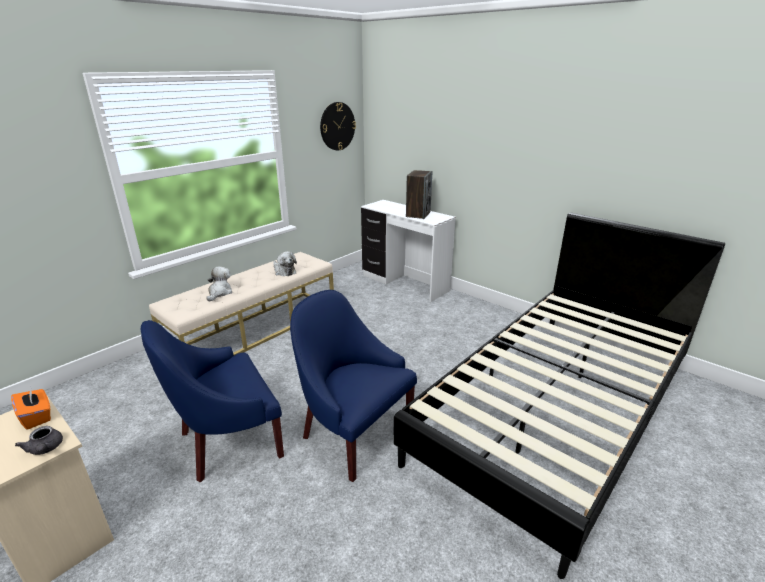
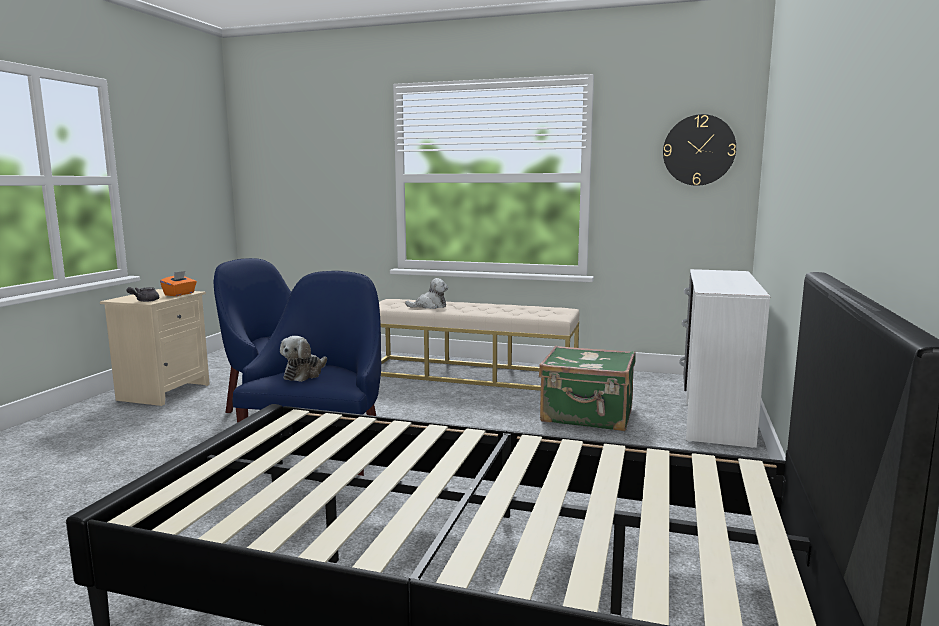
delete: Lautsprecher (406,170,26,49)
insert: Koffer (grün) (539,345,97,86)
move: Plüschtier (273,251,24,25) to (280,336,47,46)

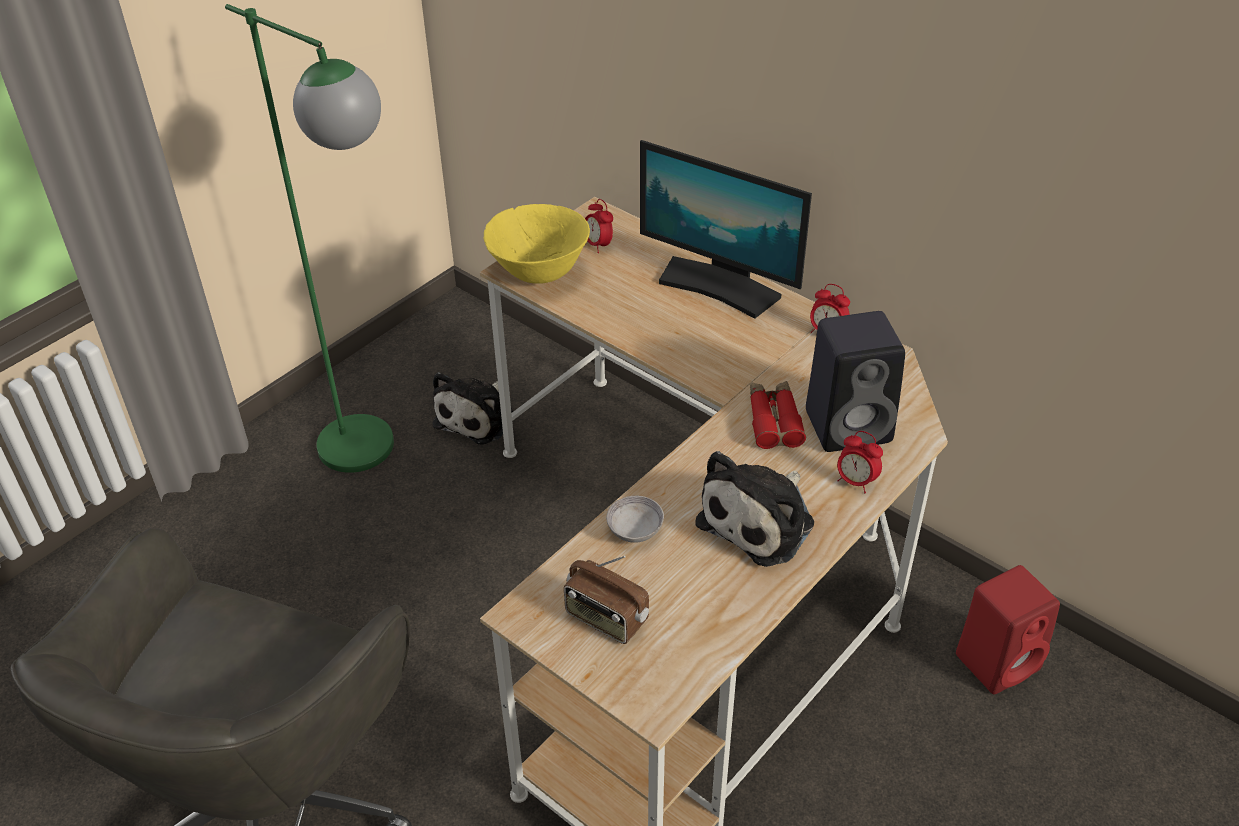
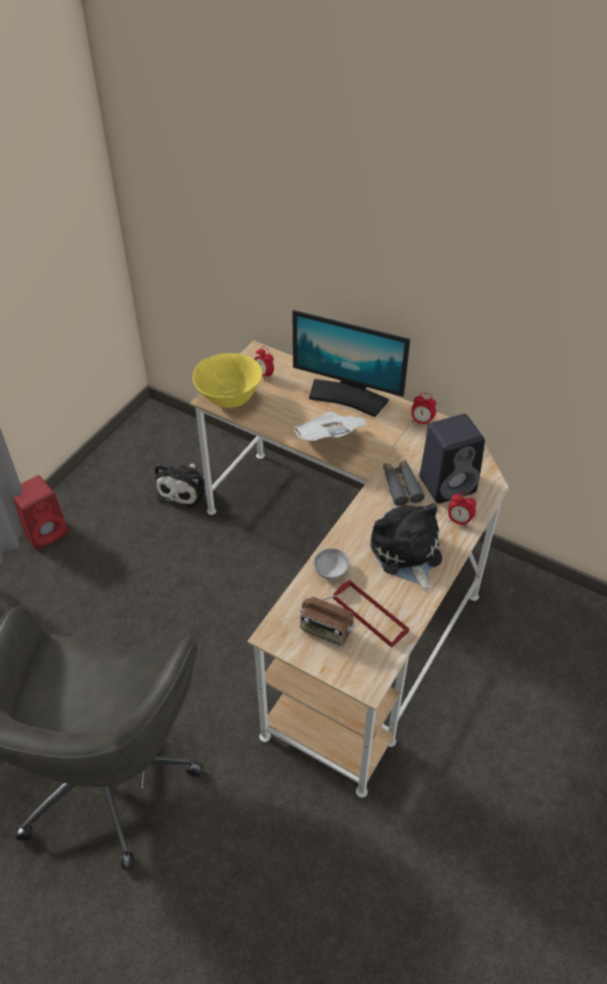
delete: Stehlampe (grün) (225,4,169,469)
insert: Zeitung (293,412,73,29); Tablett (rot) (333,580,76,68)
move: Lautsprecher (rot) (956,565,104,129) to (13,475,56,75)
recolor: Fernglas (rot) (750,381,56,68) to Fernglas (grau) (383,460,42,46)
rotate: Plüschtier (695,451,119,116) = (370,503,72,89) 135 degrees clockwise

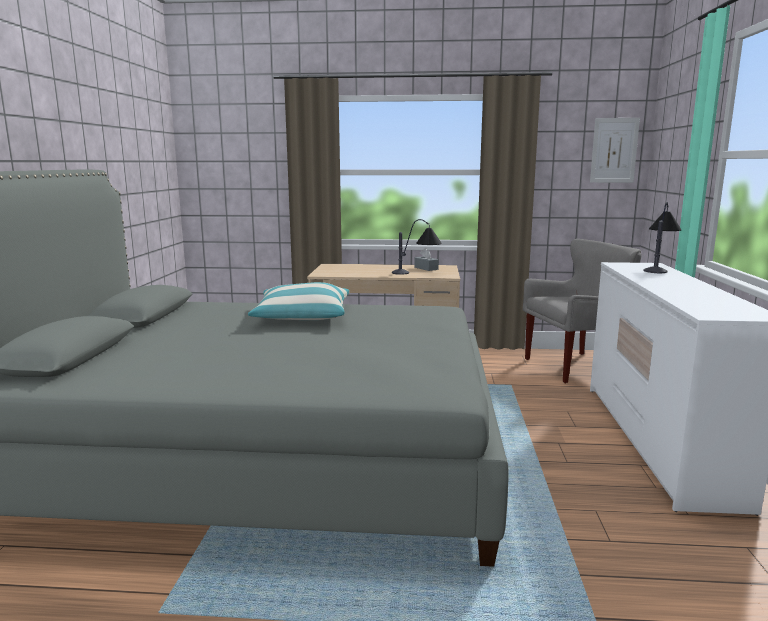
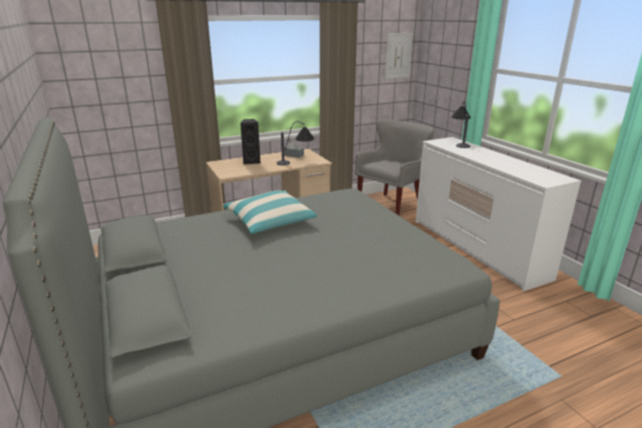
insert: Lautsprecher (schwarz) (240,119,20,46)

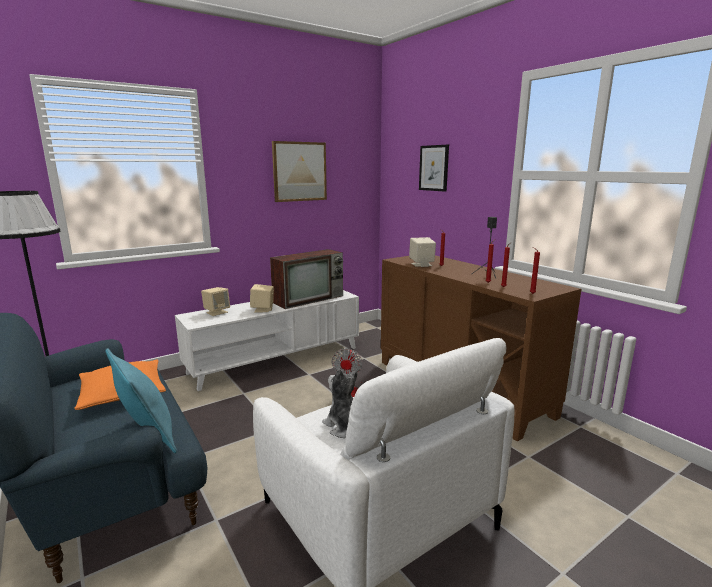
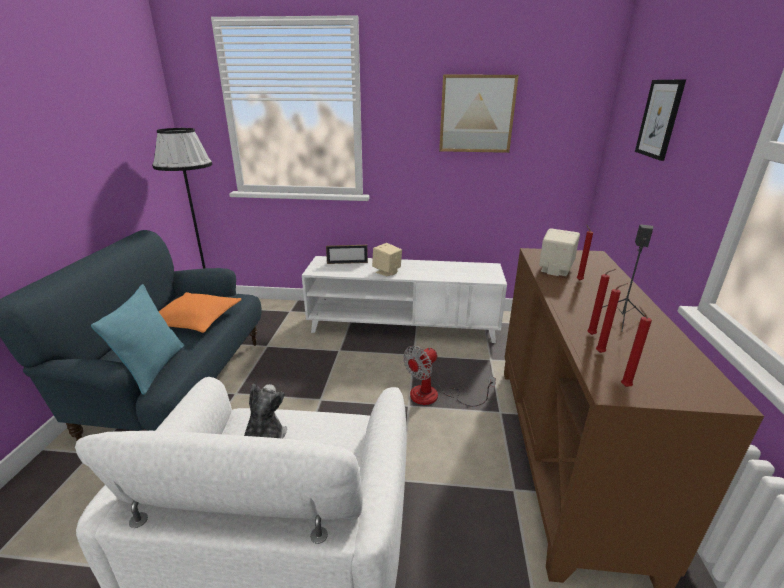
delete: Fernseher (270,249,73,60)
replace: Lautsprecher (beige) (201,287,29,29) to Bilderrahmen (326,245,42,19)

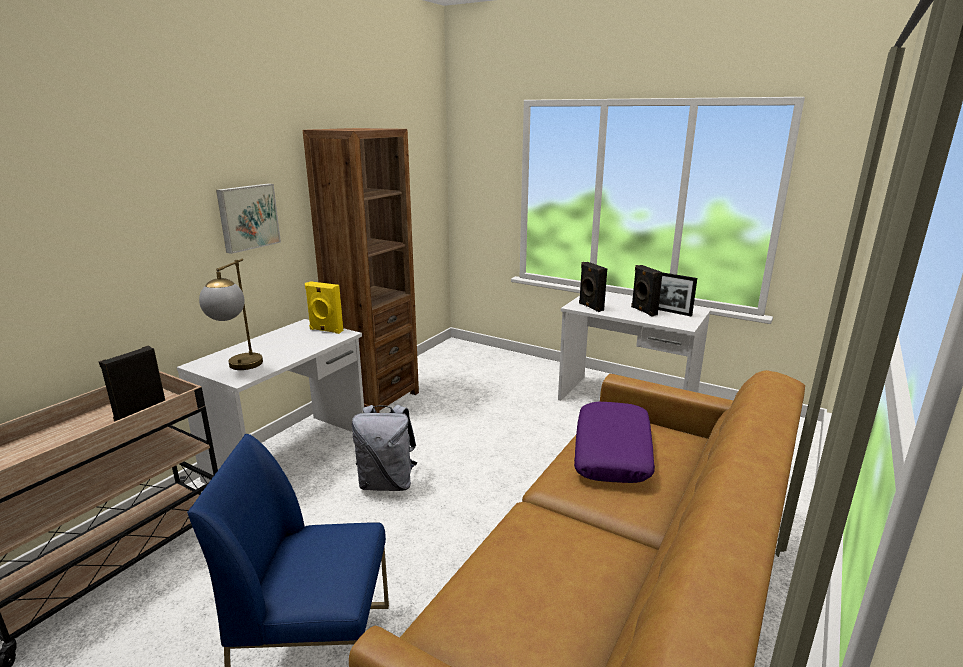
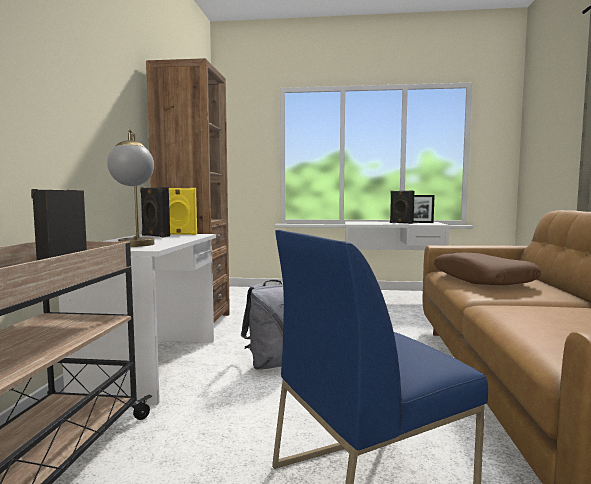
delete: Bild (216,183,65,71)
move: Lautsprecher (schwarz) (579,262,28,50) to (140,187,30,50)
recolor: Kissen (lila) (574,402,81,81) to Kissen (braun) (434,253,107,32)

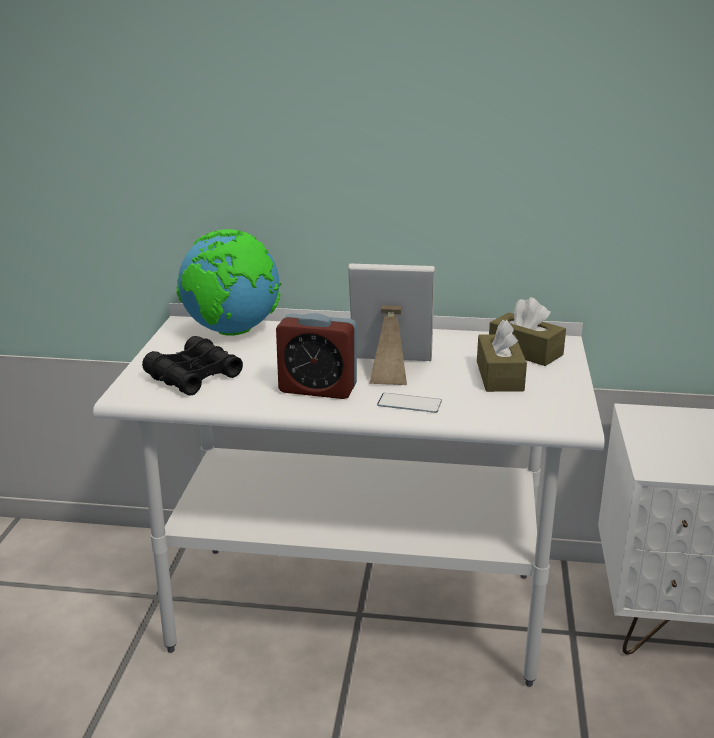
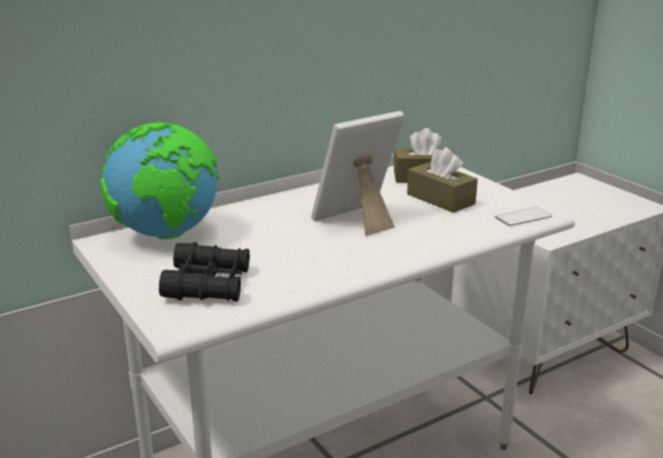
delete: Wecker (276,313,81,86)
move: Handy (377,393,65,20) to (495,207,57,19)

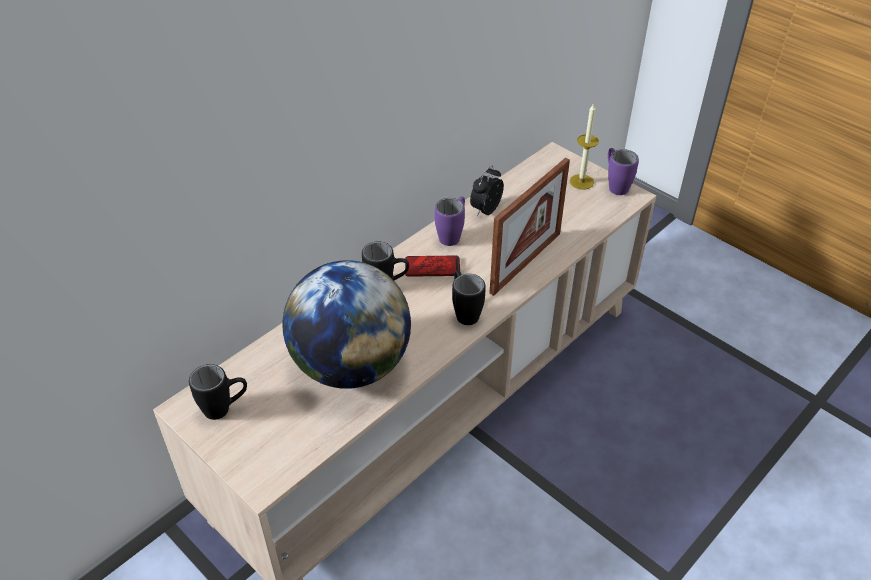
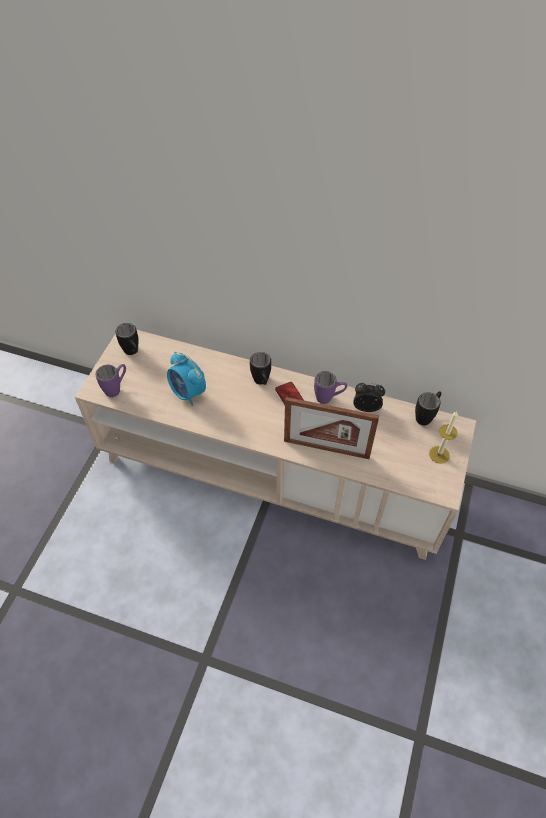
move: Henkelbecher (lila) (608,148,31,47) to (96,364,30,33); Henkelbecher (schwarz) (452,270,34,55) to (415,391,27,35)
replace: Globus (282,260,129,129) to Wecker (167,352,39,54)

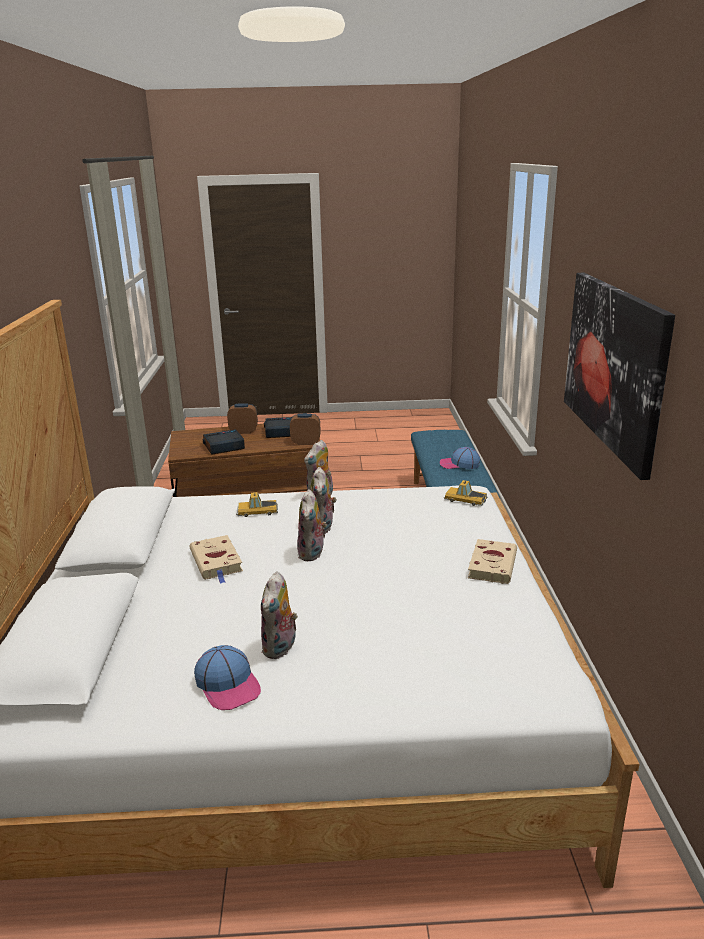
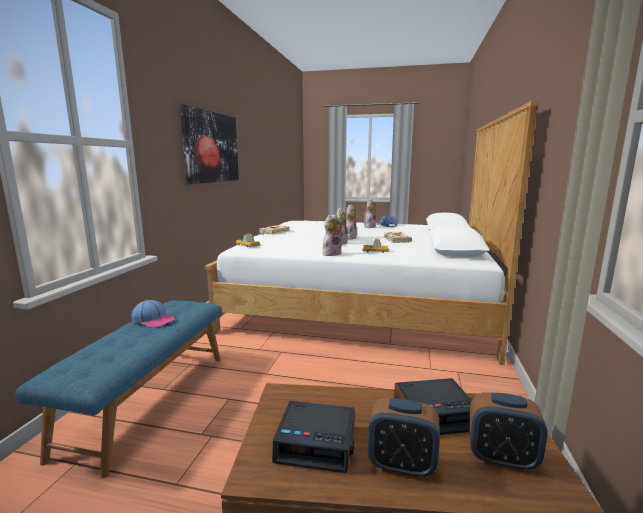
move: Wecker (290,413,31,32) to (469,392,79,80)

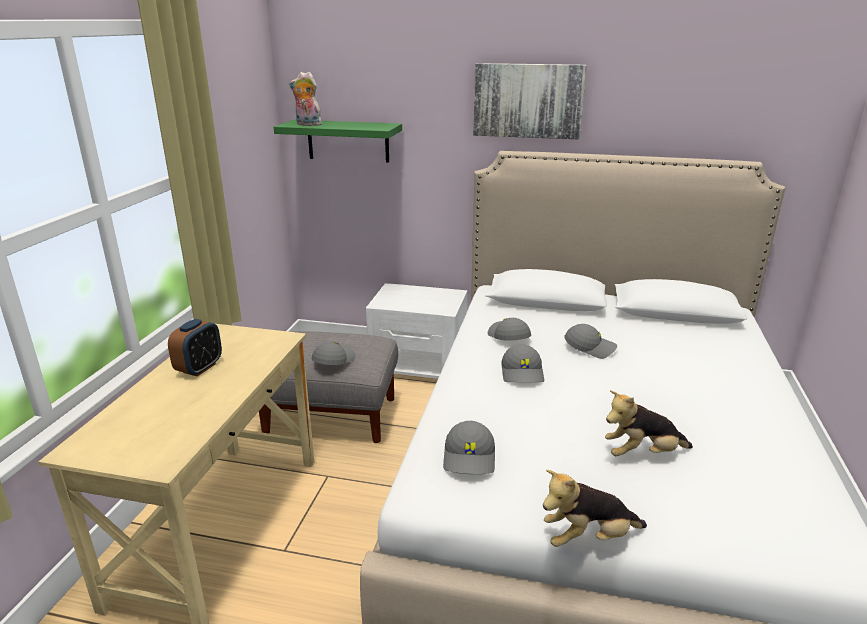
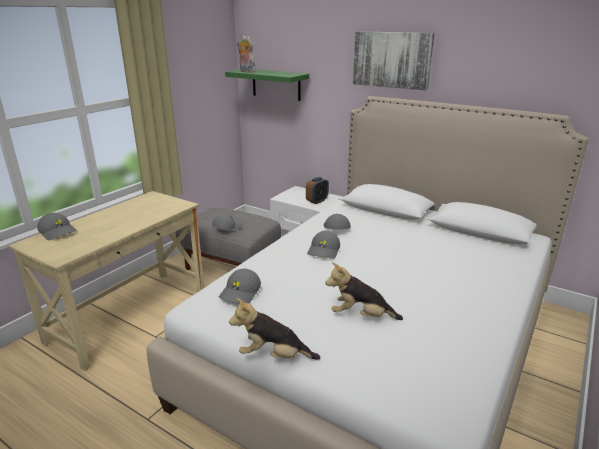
move: Kappe (grau) (565,324,52,35) to (37,213,40,27); Wecker (168,319,54,57) to (306,177,23,27)

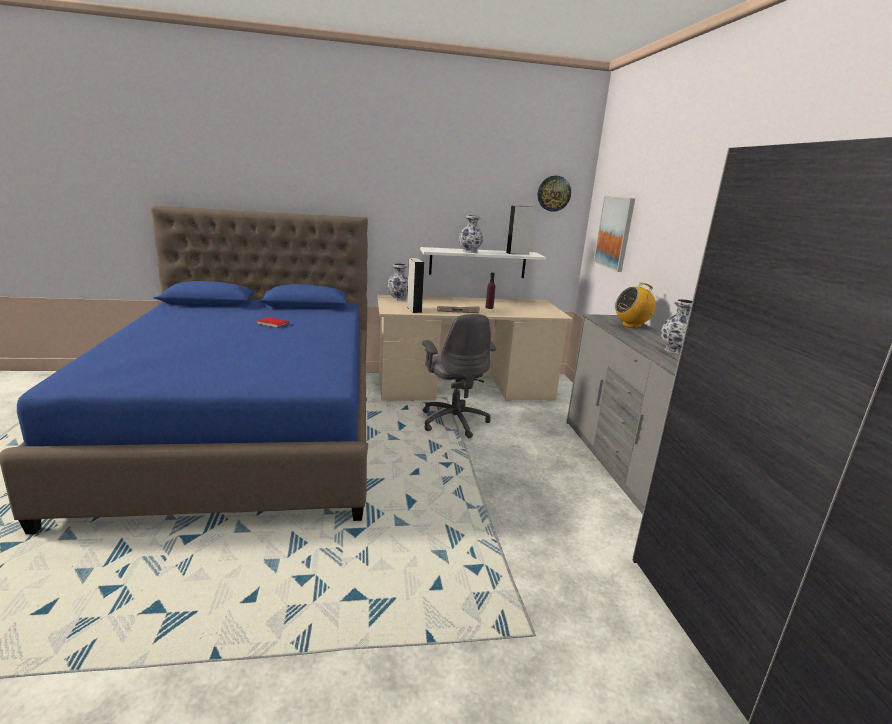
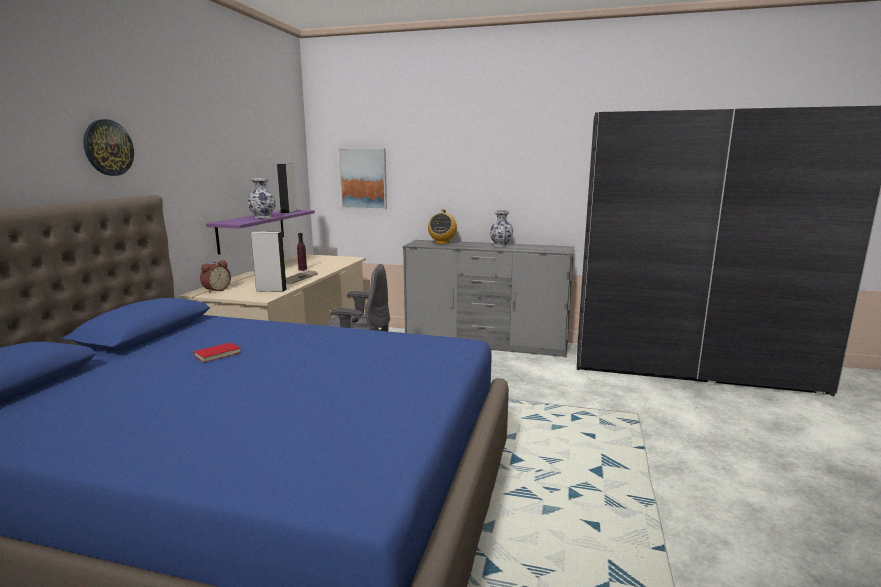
move: Wanduhr (538,176,33,36) to (83,119,51,57)
replace: Vase (387,263,21,38) to Wecker (200,260,31,33)
recolor: Wandregal (weiß) (420,247,126,31) to Wandregal (lila) (206,210,109,45)

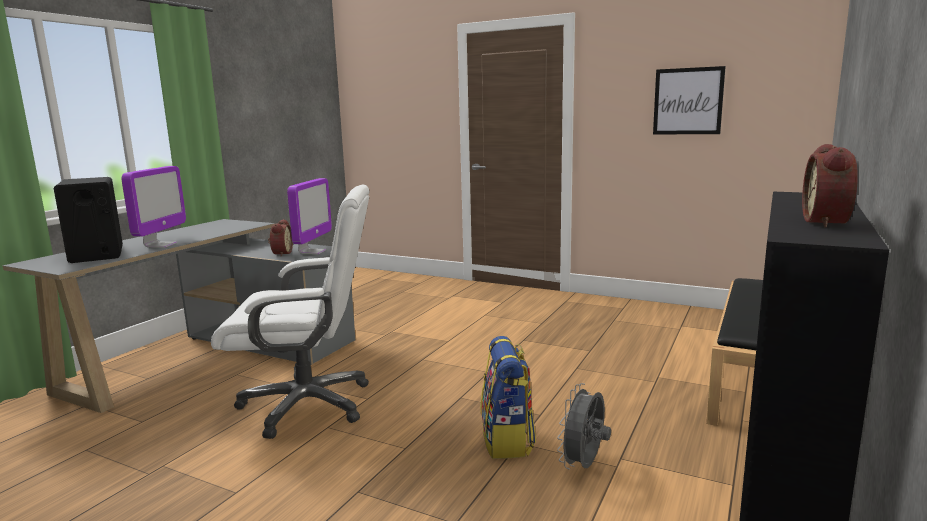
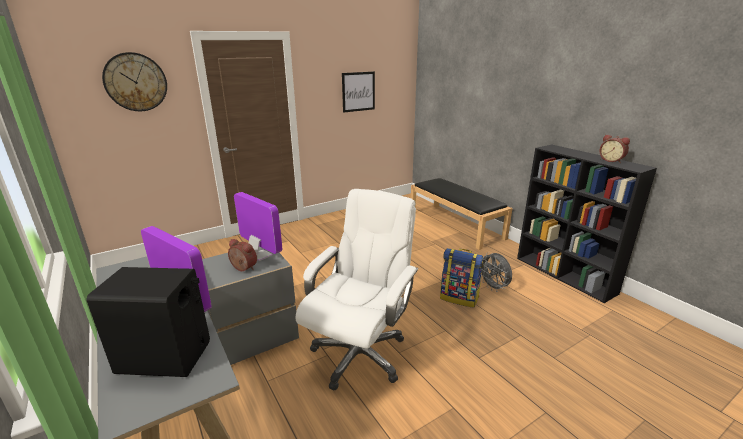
insert: Wanduhr (102,52,65,59)

